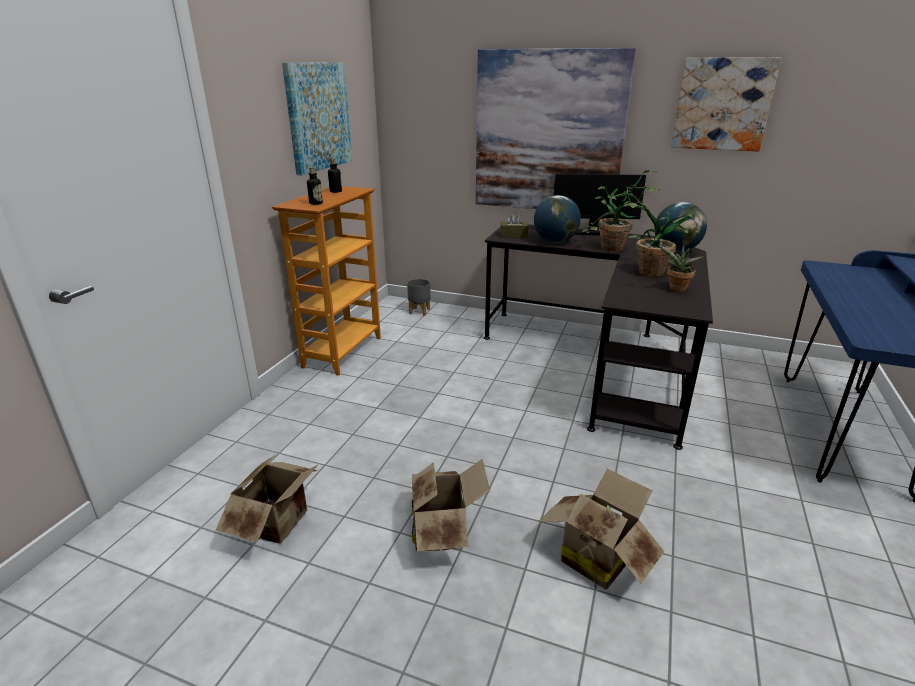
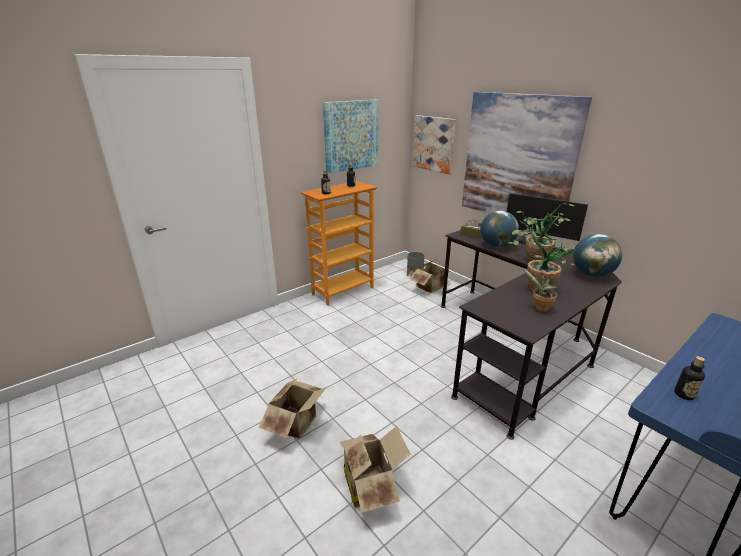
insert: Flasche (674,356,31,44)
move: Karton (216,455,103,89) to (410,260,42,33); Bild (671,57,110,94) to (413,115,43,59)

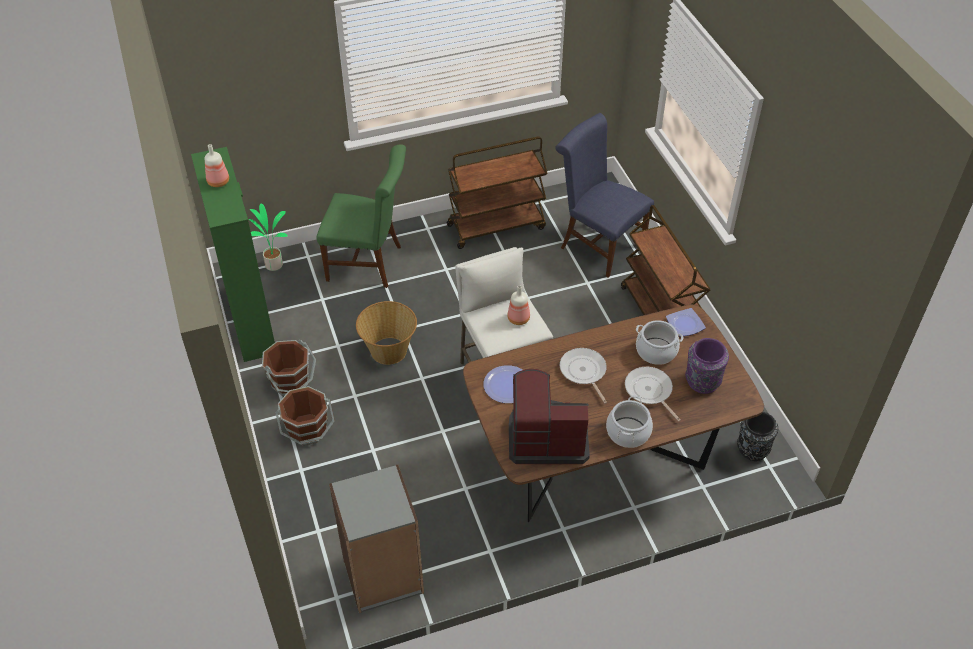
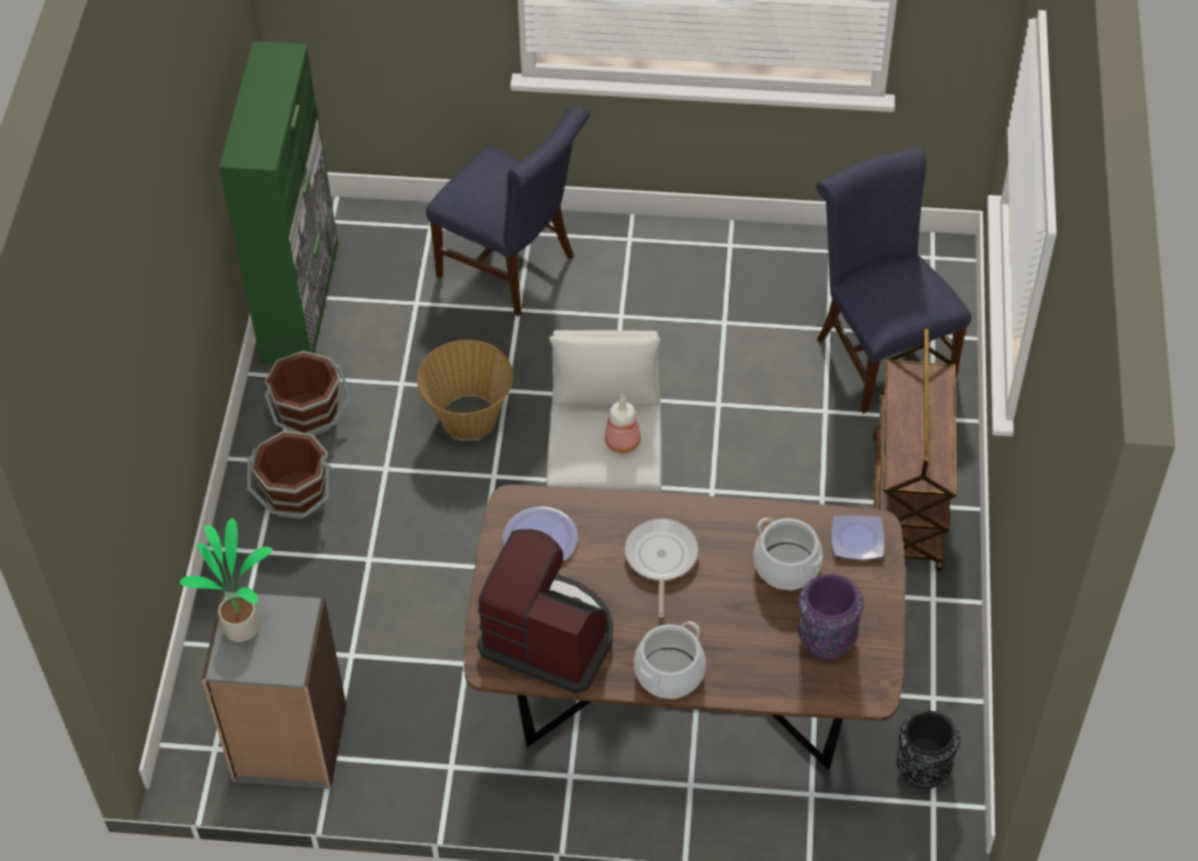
delete: Flasche (205,144,24,43); Rollwagen (braun) (447,136,101,113); Pfanne (625,367,56,55)
move: Topfpflanze (249,203,39,68) to (180,518,93,124)
recolor: Stuhl (grün) (317,144,89,144) to Stuhl (blau) (426,107,164,210)

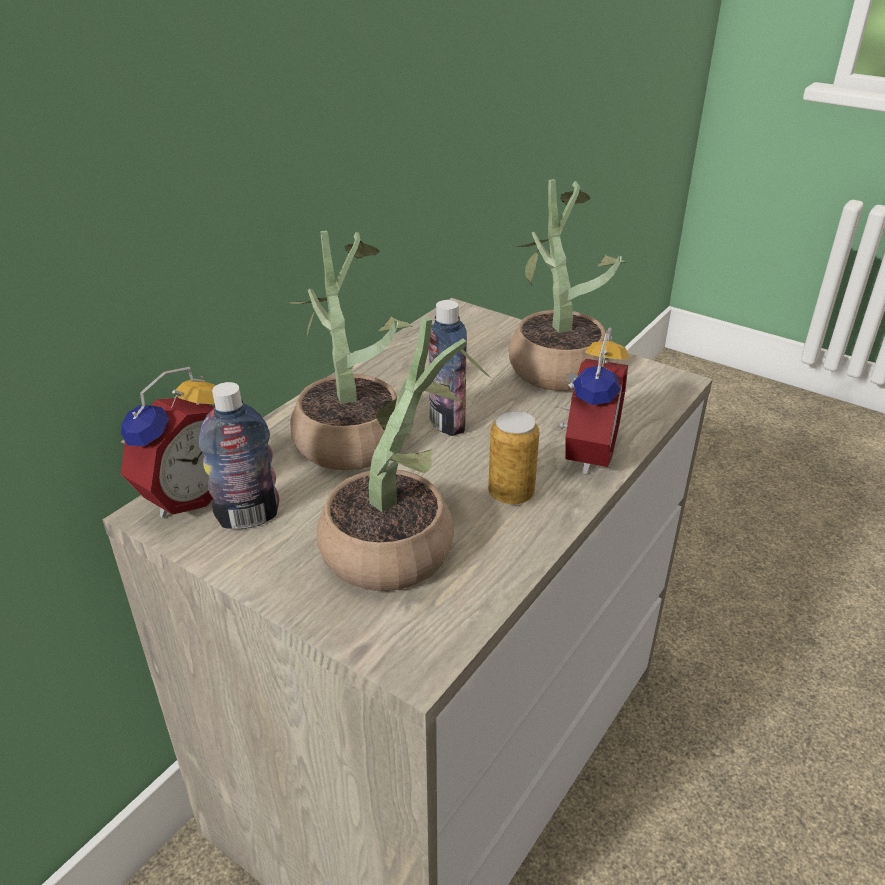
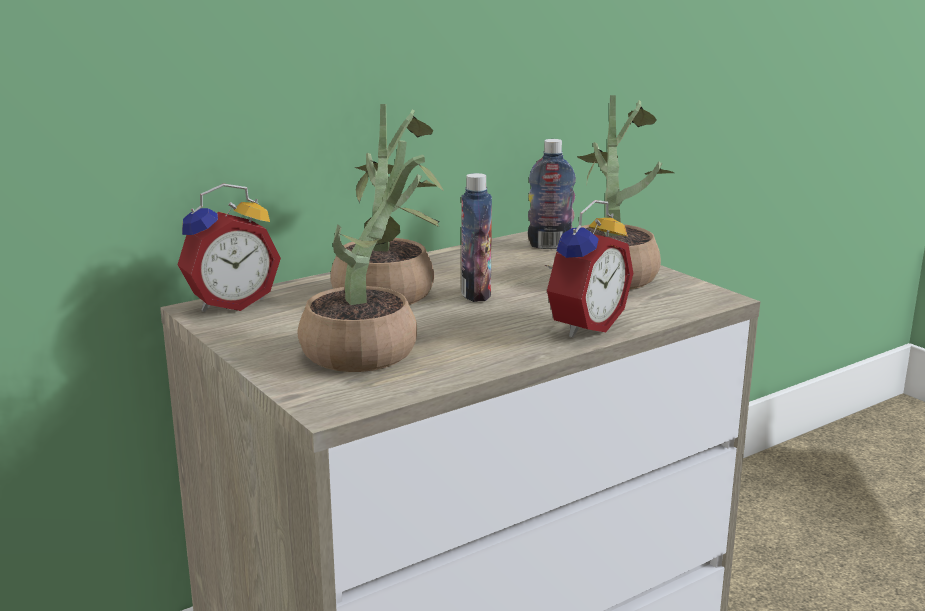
delete: Dose (488,410,52,95)
move: Flasche (199,382,80,147) to (528,139,48,110)

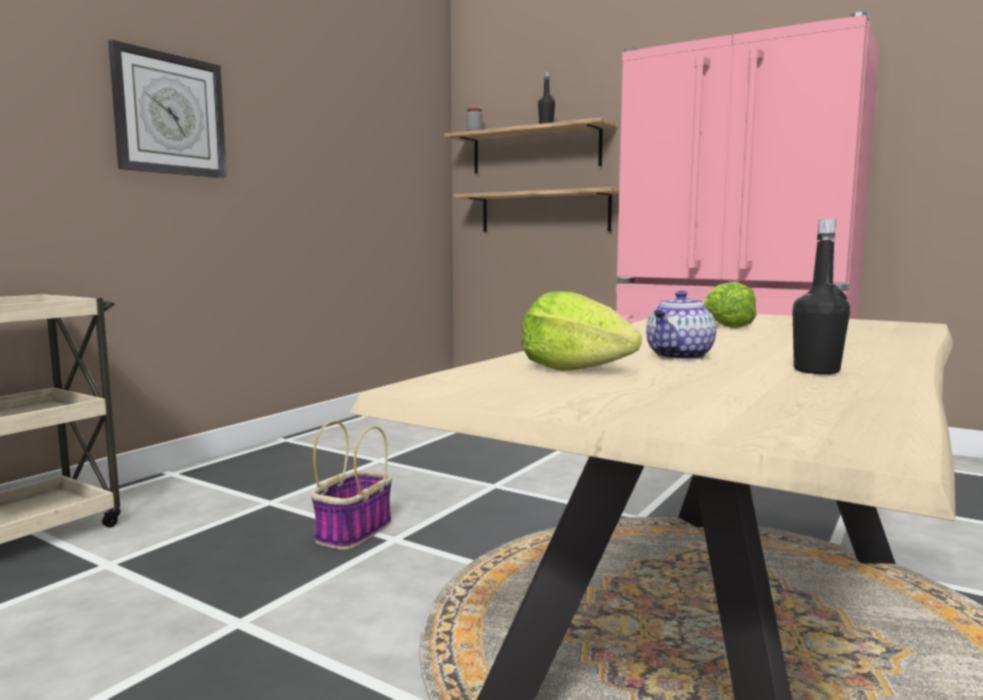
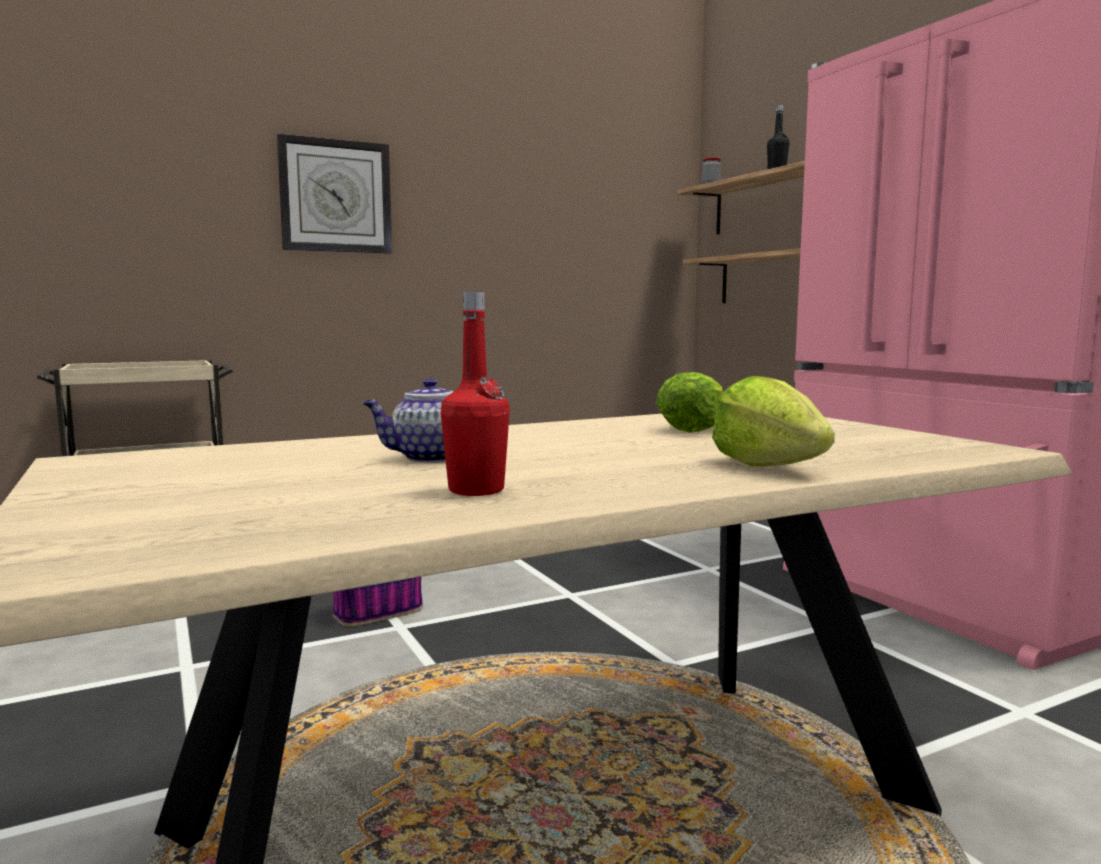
move: Salatkopf (521,291,121,80) to (712,376,123,90)
recolor: Flasche (schwarz) (792,219,58,155) to Flasche (rot) (441,292,69,204)

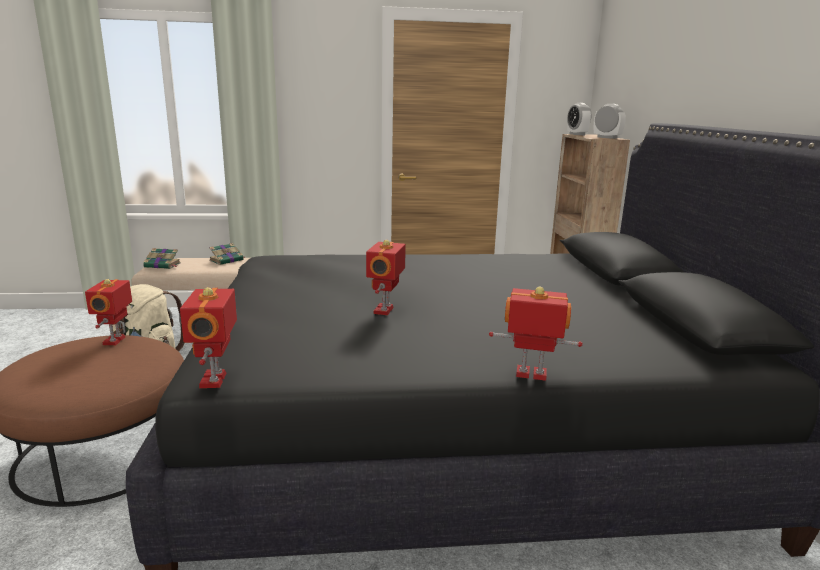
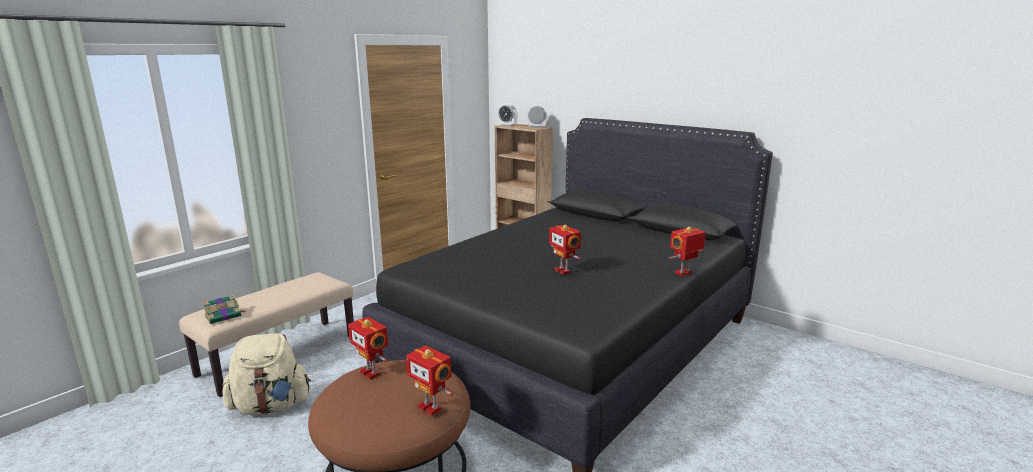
delete: Buch (209,243,36,22)
move: Spielzeugroboter (180,287,57,101) to (406,345,47,70)

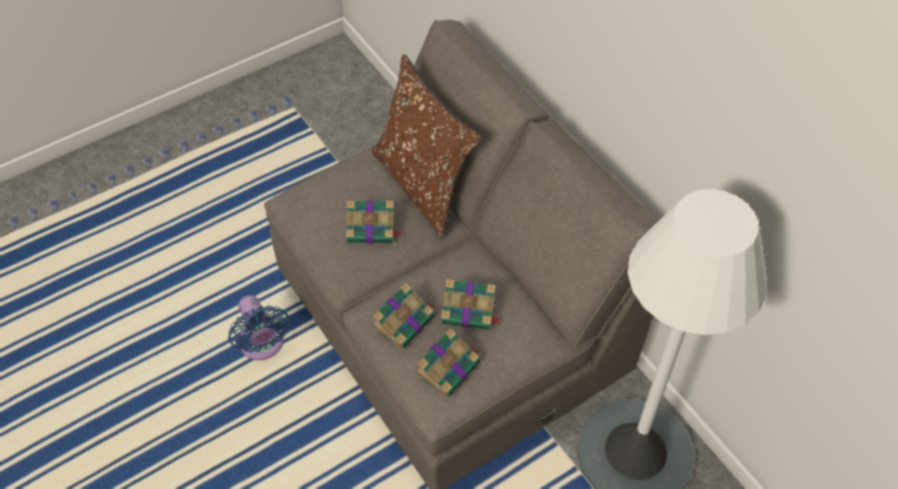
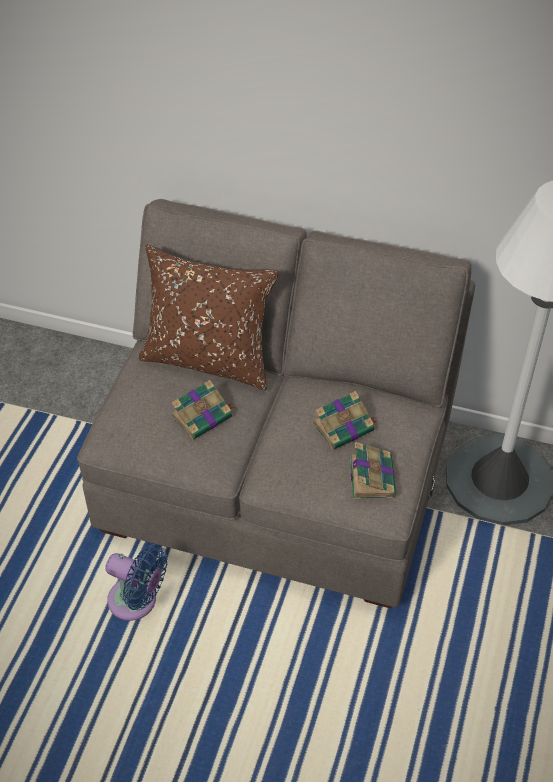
delete: Buch (371,283,63,66)

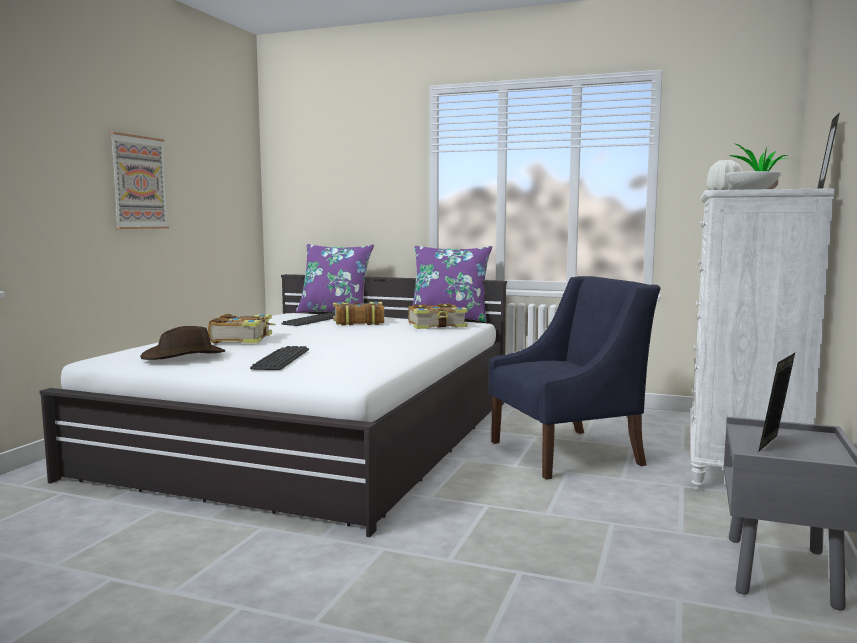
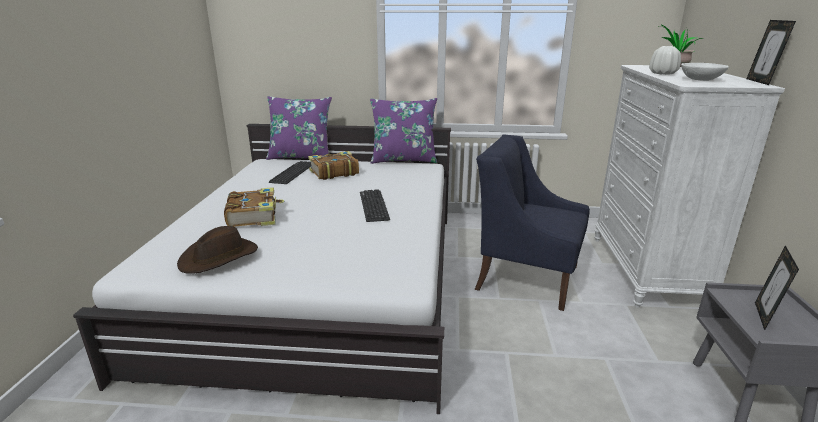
delete: Bild (110,132,59,97); Buch (408,303,60,26)
move: Tastatur (250,346,59,24) to (360,189,30,33)
rotate: Sessel (blau) (489,276,171,204) = (474,135,116,176) 120 degrees counterclockwise

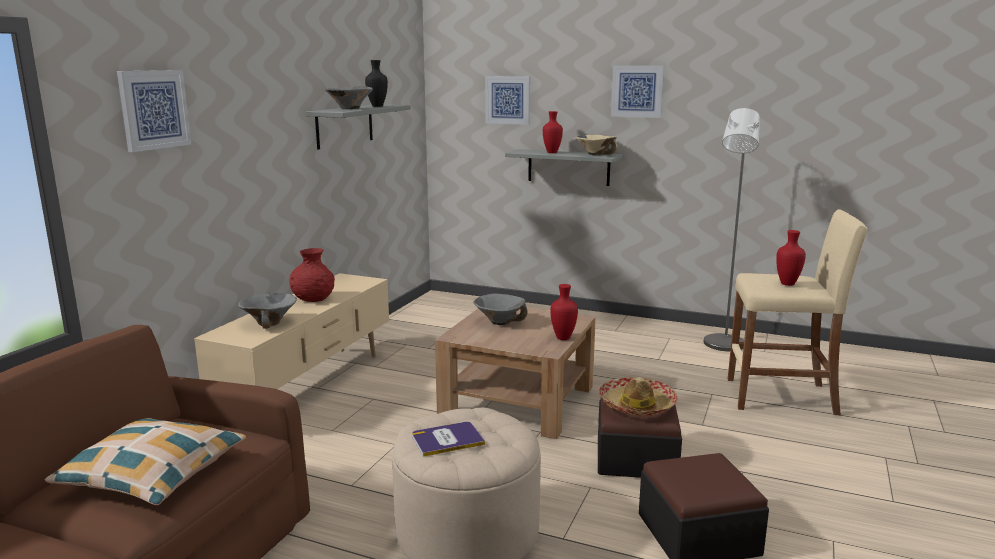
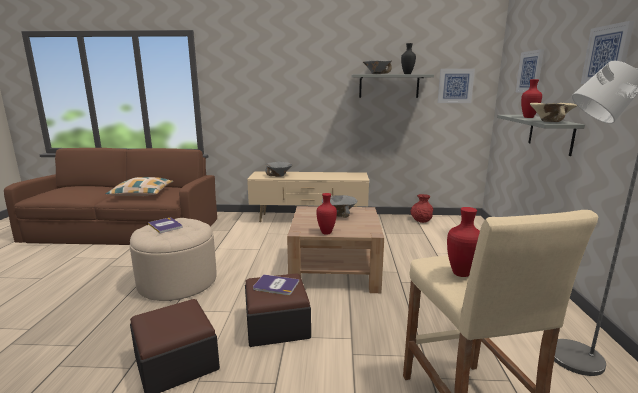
move: Vase (rot) (289,248,46,54) to (411,194,22,29); Bild (117,70,74,82) to (438,69,37,34)
replace: Hut (599,377,79,39) to Buch (253,274,46,21)

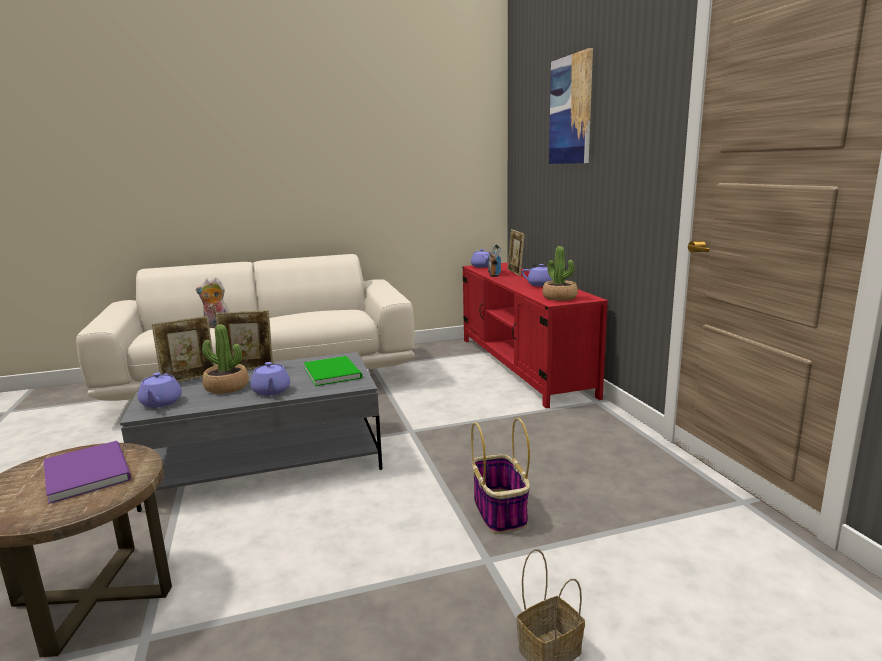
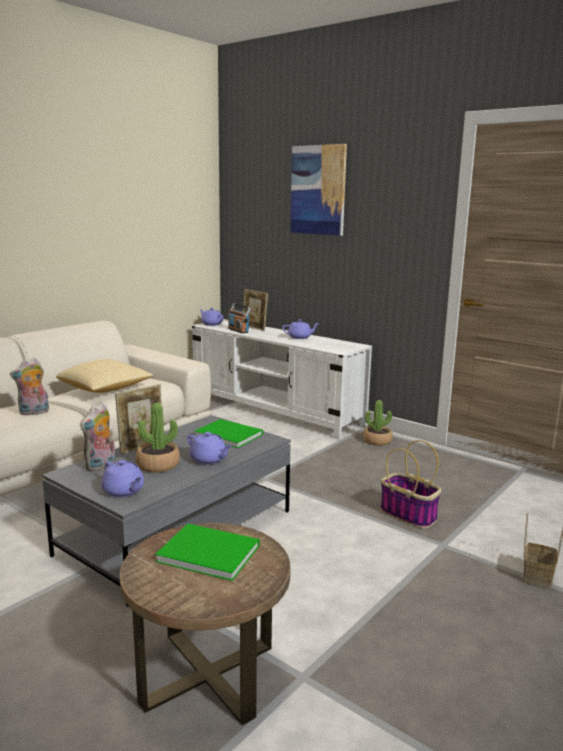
insert: Kissen (56,359,98,34)
move: Topfpflanze (542,246,36,55) to (363,400,30,46)
replace: Bilderrahmen (152,316,63,66) to Plüschtier (80,403,36,69)
recolor: Buch (lila) (44,441,87,63) to Buch (grün) (155,524,105,57); Fernsehschrank (rot) (462,263,146,146) to Fernsehschrank (weiß) (192,319,180,121)

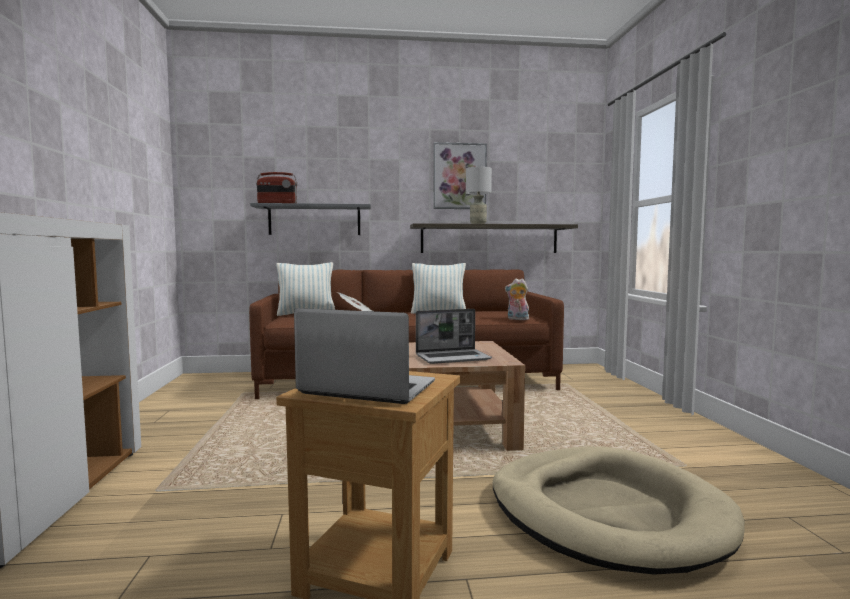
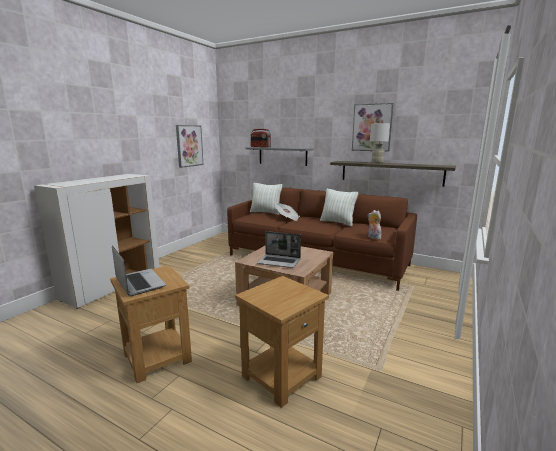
insert: Bild (176,125,28,43)
replace: Hundebett (beige) (492,446,253,129) to Beistelltisch (braun) (235,276,94,132)

